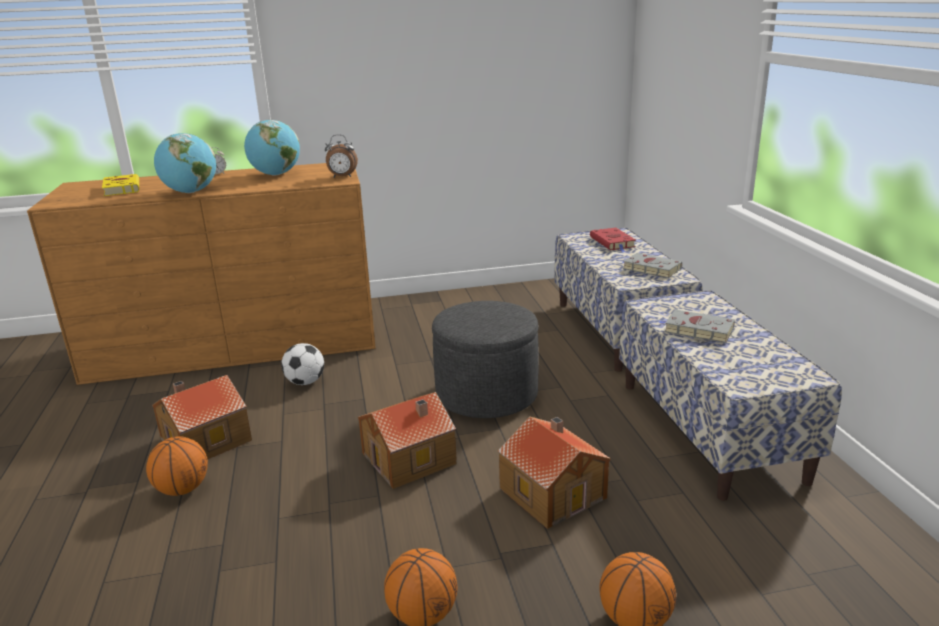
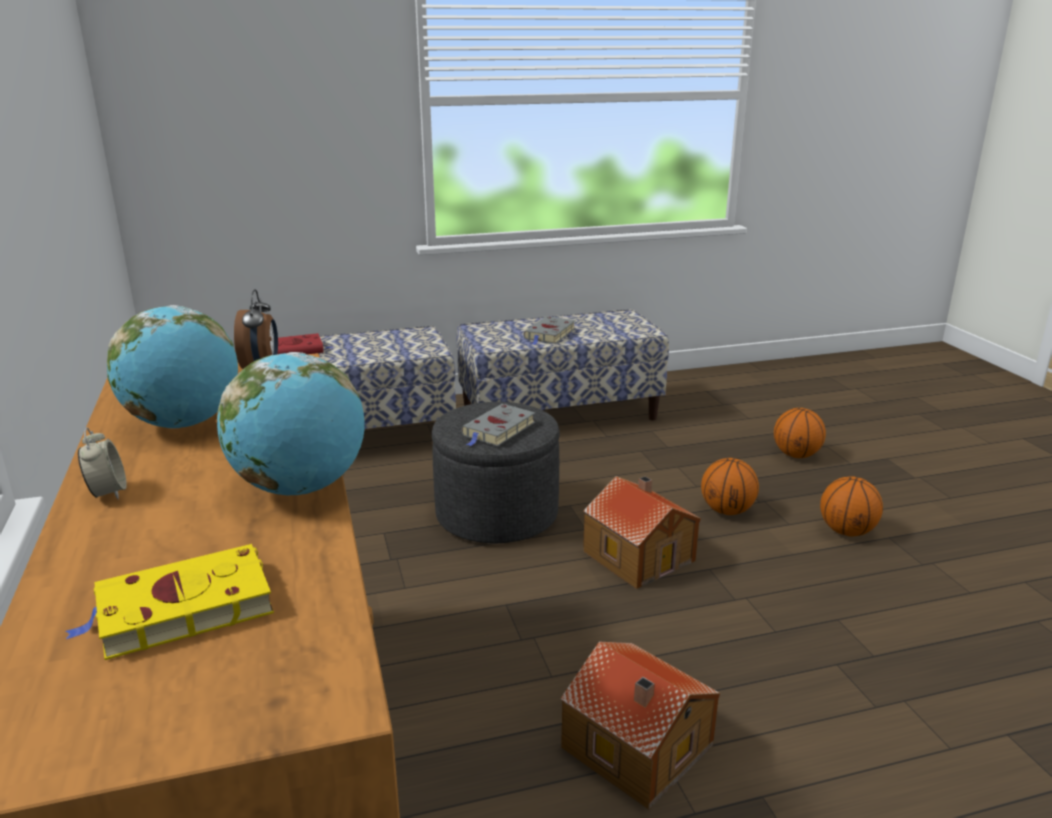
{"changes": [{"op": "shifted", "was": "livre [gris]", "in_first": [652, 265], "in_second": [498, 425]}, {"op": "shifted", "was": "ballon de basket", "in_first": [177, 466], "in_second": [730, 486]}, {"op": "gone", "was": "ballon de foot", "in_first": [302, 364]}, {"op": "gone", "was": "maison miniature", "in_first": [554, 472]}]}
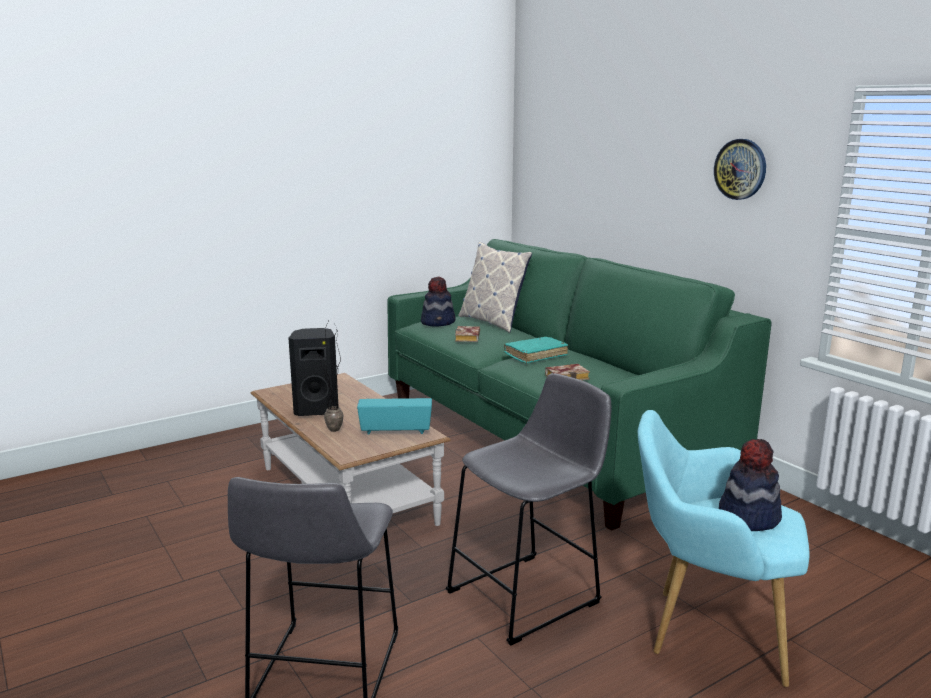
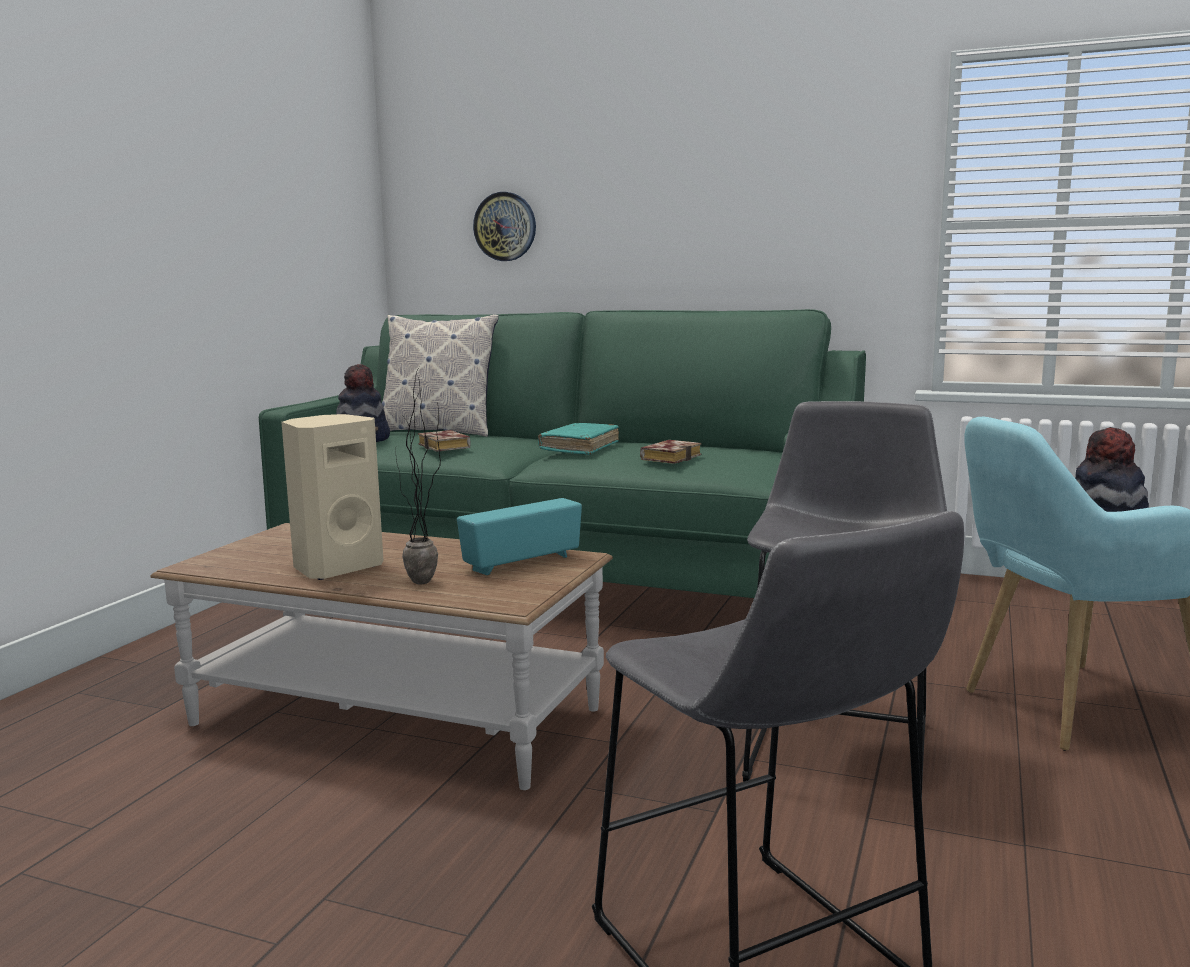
{"changes": [{"op": "repainted", "was": "enceinte [noir]", "now": "enceinte [beige]", "in_first": [313, 372], "in_second": [332, 497]}, {"op": "shifted", "was": "horloge murale", "in_first": [740, 169], "in_second": [504, 226]}]}
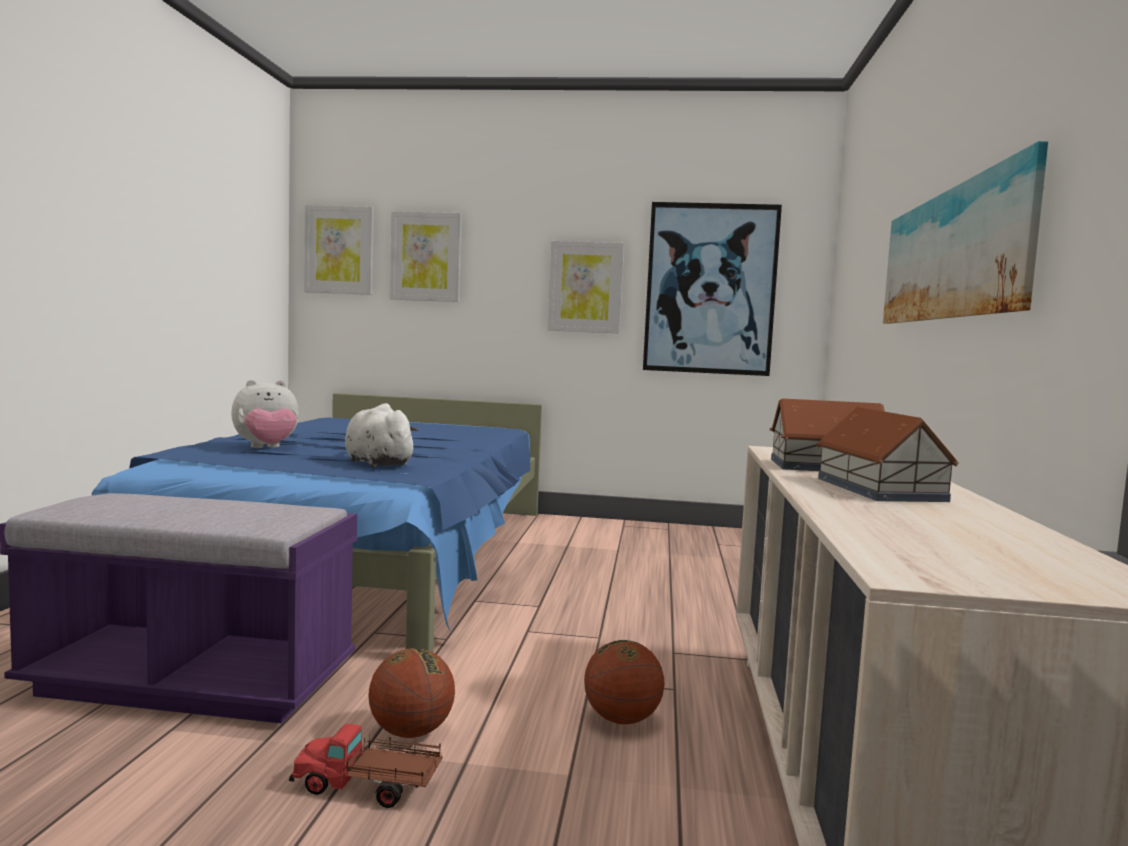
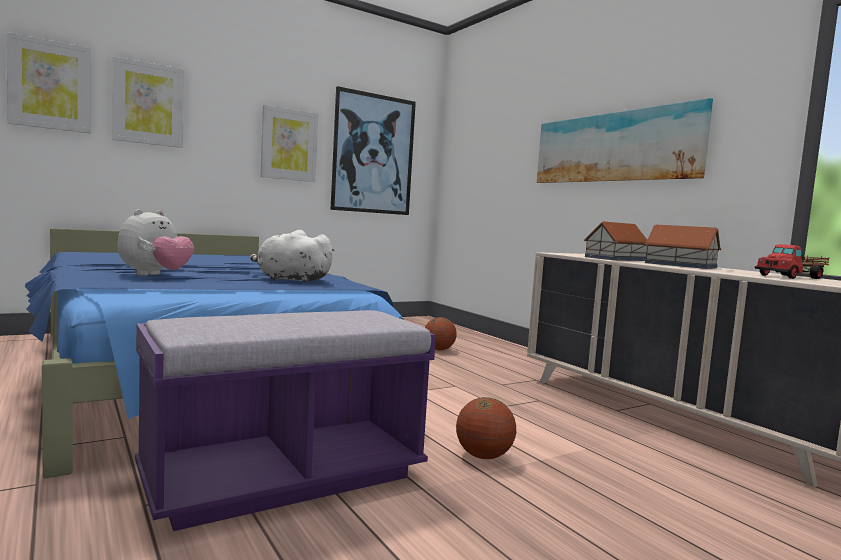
{"changes": [{"op": "shifted", "was": "ballon de basket", "in_first": [624, 682], "in_second": [441, 333]}, {"op": "shifted", "was": "camion jouet", "in_first": [366, 766], "in_second": [792, 261]}]}
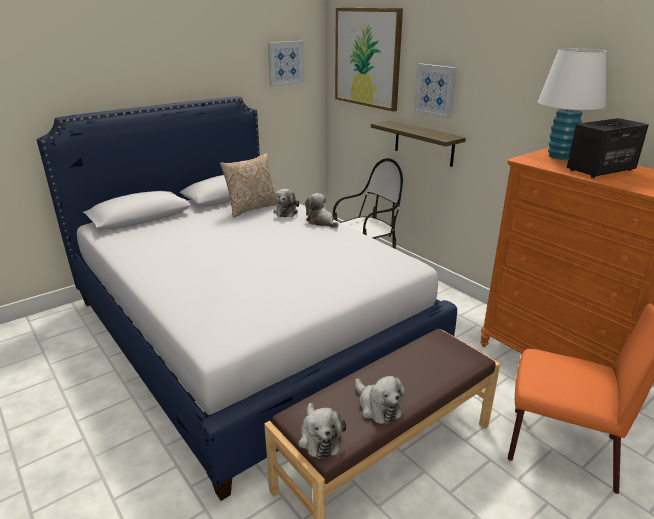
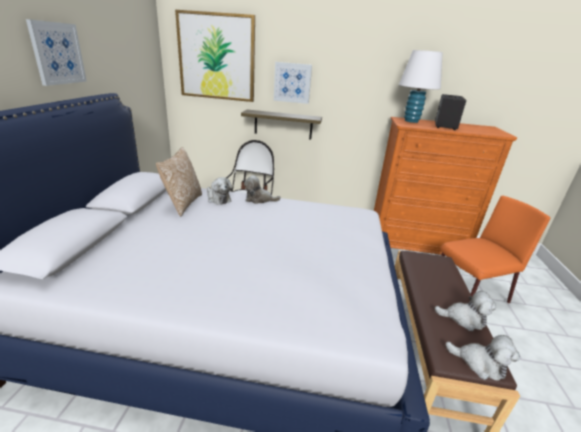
{"changes": [{"op": "shifted", "was": "tableau", "in_first": [286, 64], "in_second": [56, 52]}]}
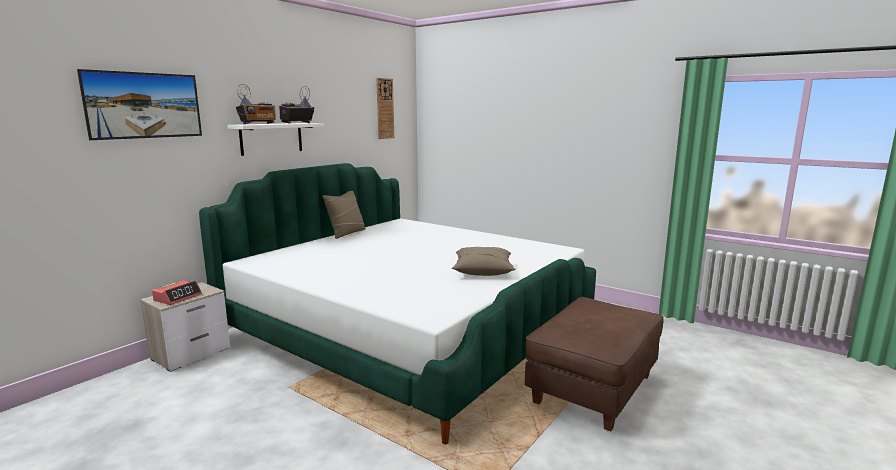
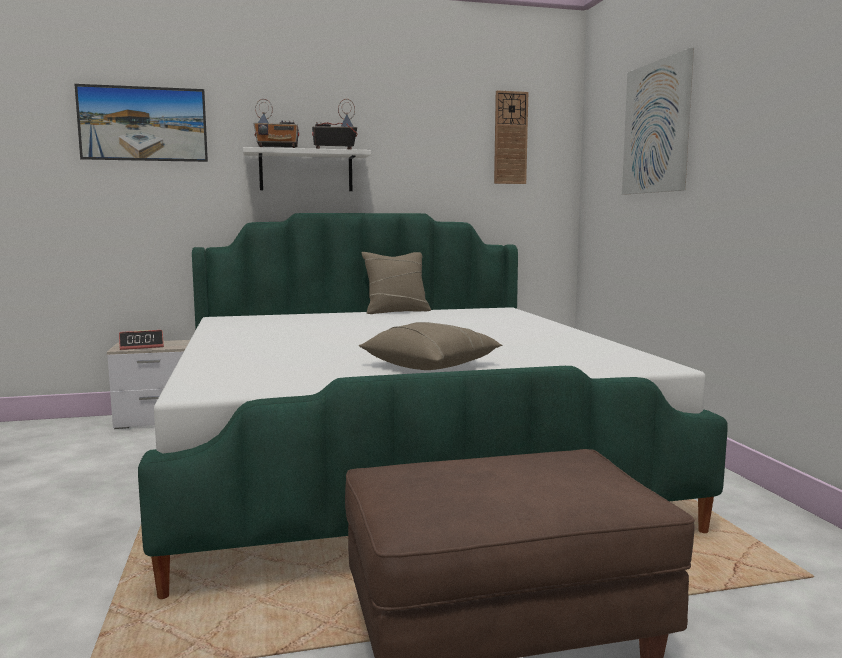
{"changes": [{"op": "new", "now": "tableau", "in_second": [658, 121]}]}
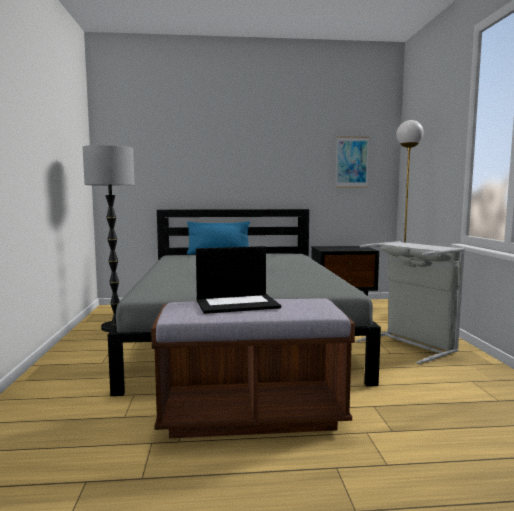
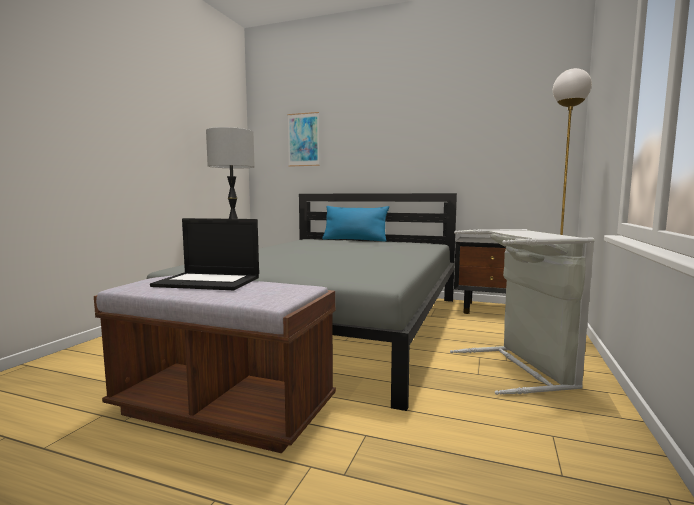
{"changes": [{"op": "shifted", "was": "tableau", "in_first": [352, 162], "in_second": [303, 139]}]}
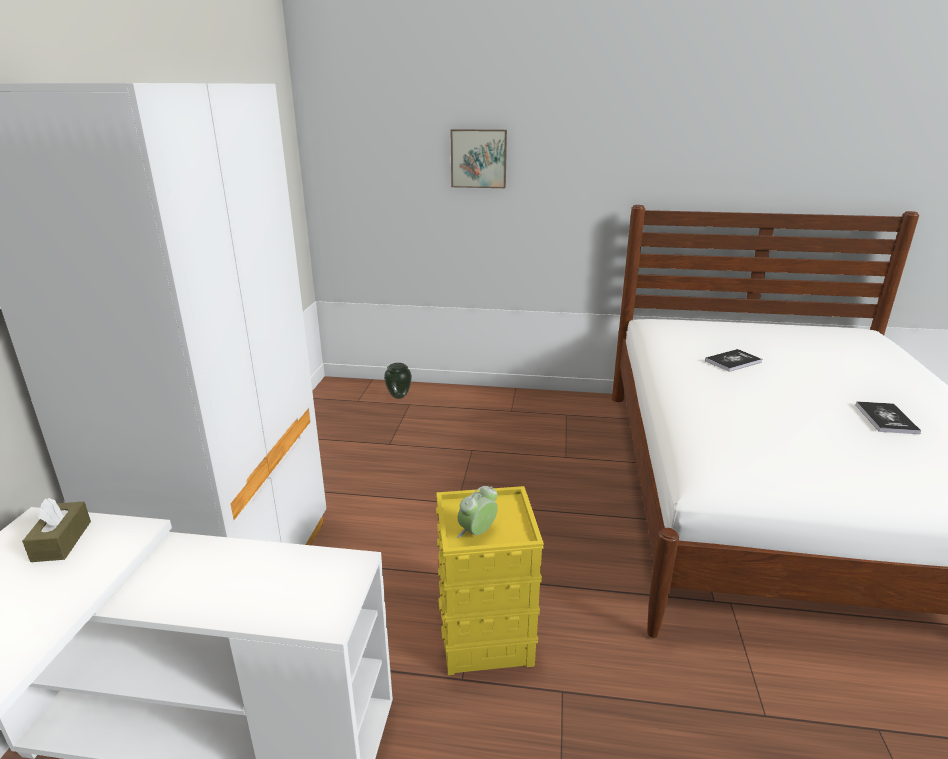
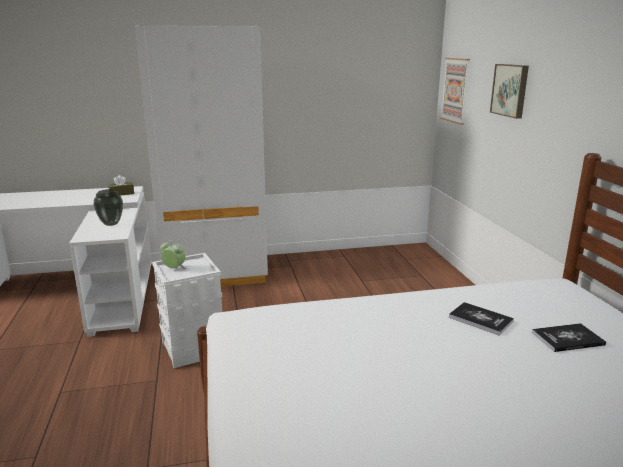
{"changes": [{"op": "shifted", "was": "vase", "in_first": [398, 381], "in_second": [108, 207]}, {"op": "repainted", "was": "boîte de rangement [jaune]", "now": "boîte de rangement [blanc]", "in_first": [490, 580], "in_second": [187, 310]}, {"op": "new", "now": "tableau", "in_second": [455, 91]}, {"op": "shifted", "was": "livre", "in_first": [888, 417], "in_second": [569, 337]}]}
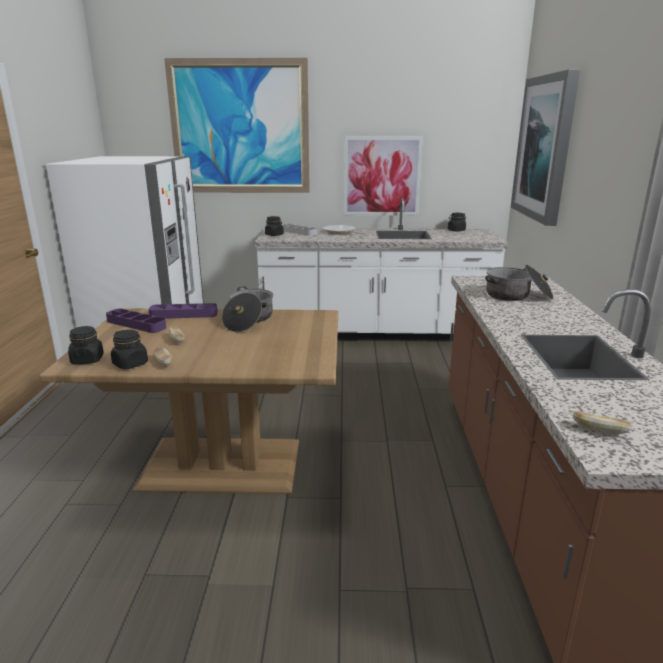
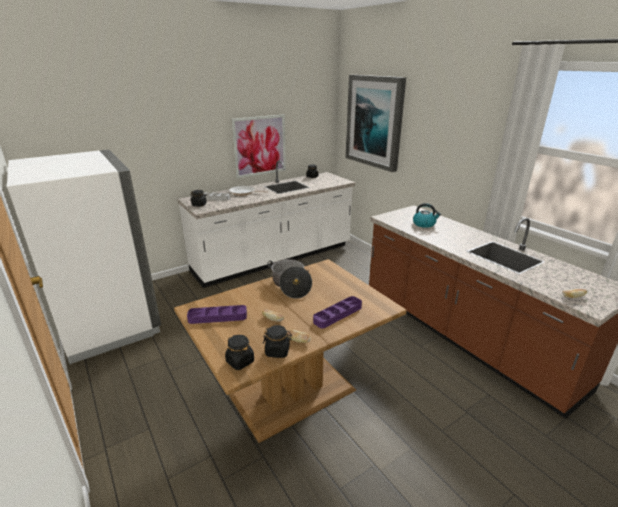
{"changes": [{"op": "shifted", "was": "plateau [violet]", "in_first": [183, 311], "in_second": [337, 312]}, {"op": "swapped", "was": "marmite", "now": "bouilloire", "in_first": [519, 283], "in_second": [427, 215]}, {"op": "gone", "was": "tableau", "in_first": [237, 125]}]}
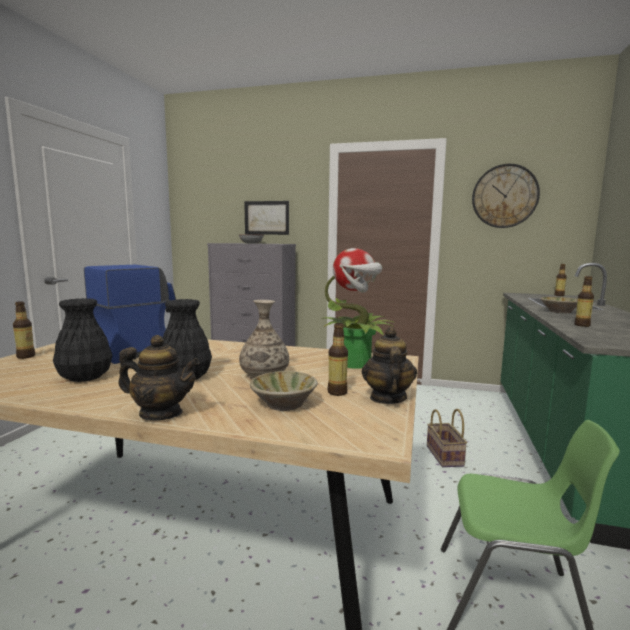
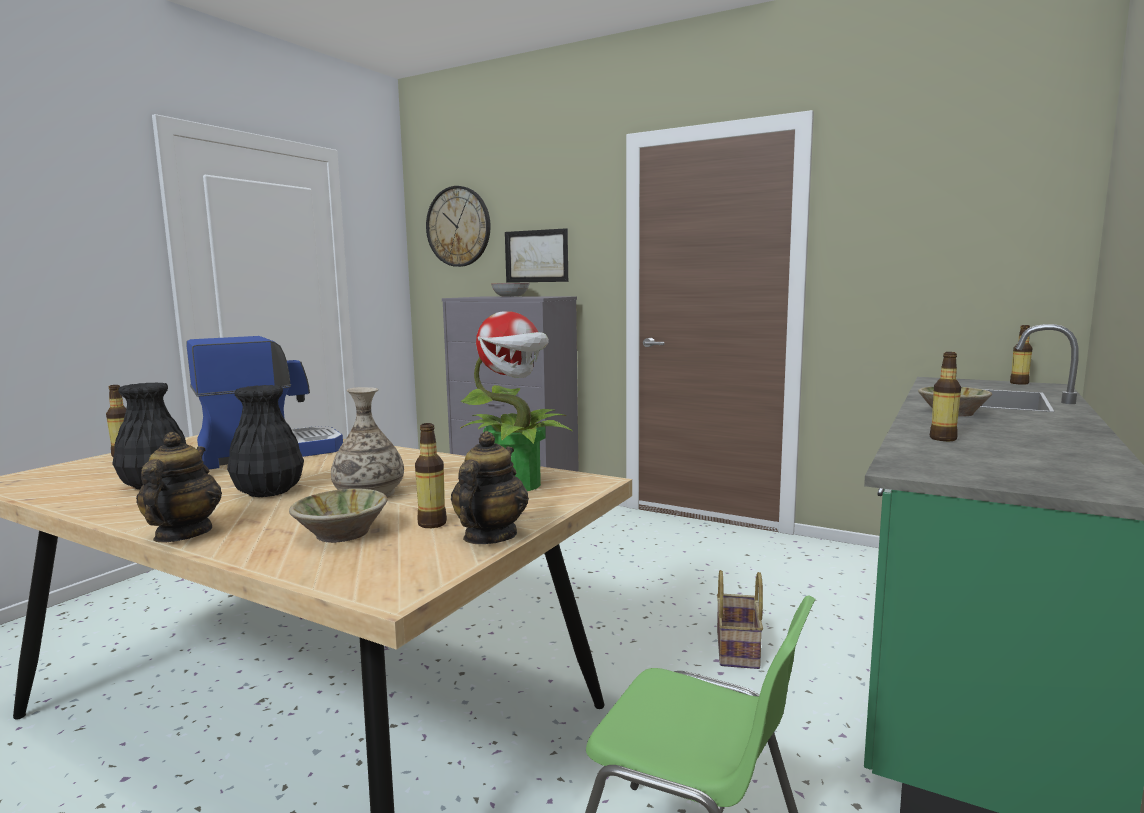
{"changes": [{"op": "rotated", "was": "théière", "in_first": [159, 378], "in_second": [179, 487], "clockwise": -120}, {"op": "shifted", "was": "horloge murale", "in_first": [506, 196], "in_second": [458, 226]}]}
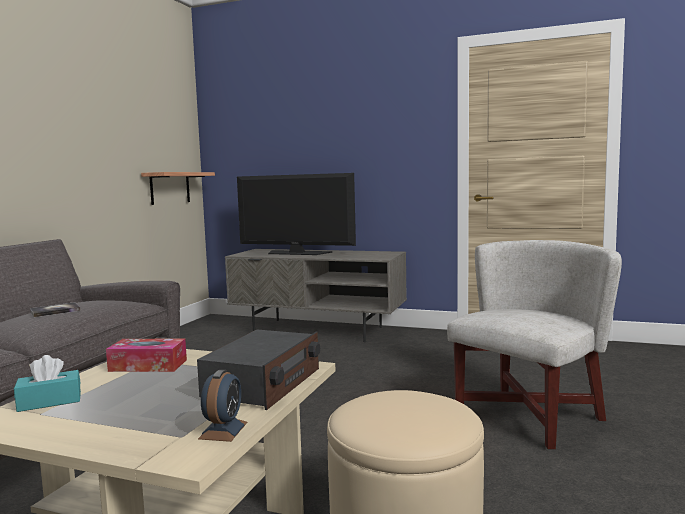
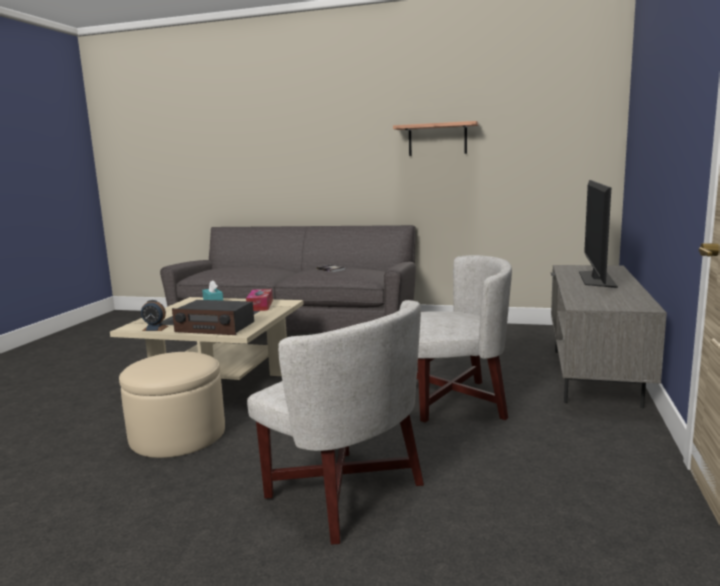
{"changes": [{"op": "shifted", "was": "étagère", "in_first": [178, 188], "in_second": [436, 138]}, {"op": "new", "now": "fauteuil [blanc]", "in_second": [464, 339]}]}
